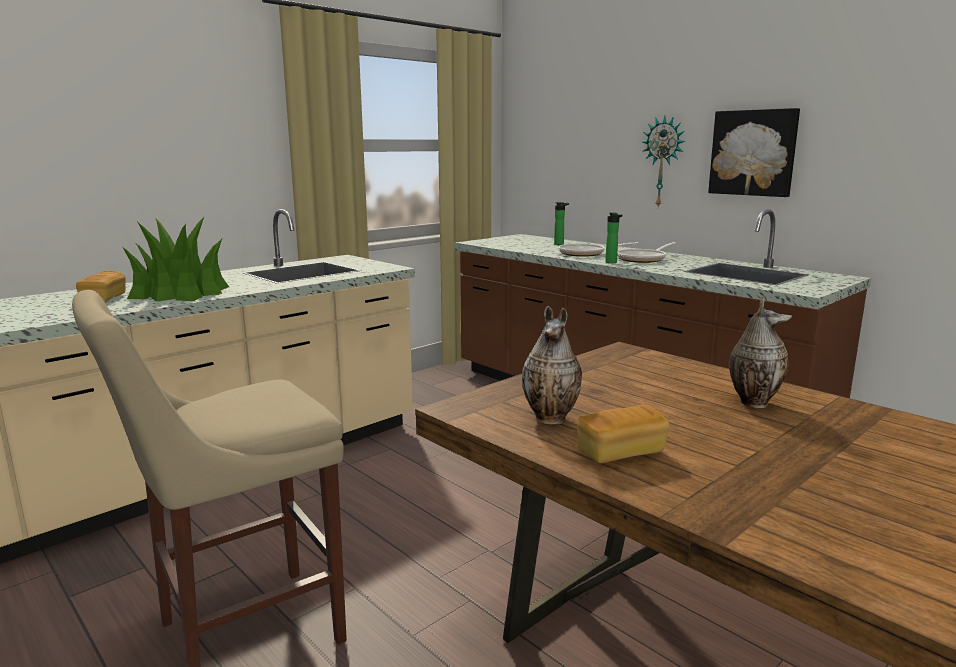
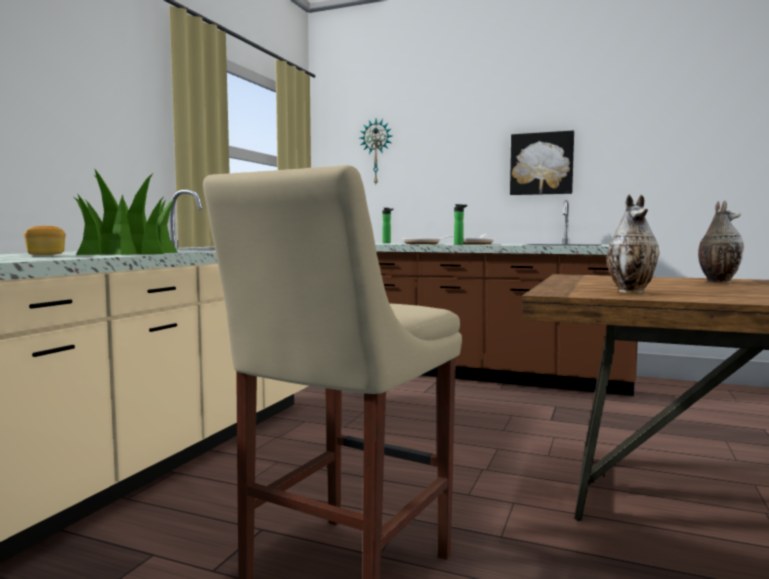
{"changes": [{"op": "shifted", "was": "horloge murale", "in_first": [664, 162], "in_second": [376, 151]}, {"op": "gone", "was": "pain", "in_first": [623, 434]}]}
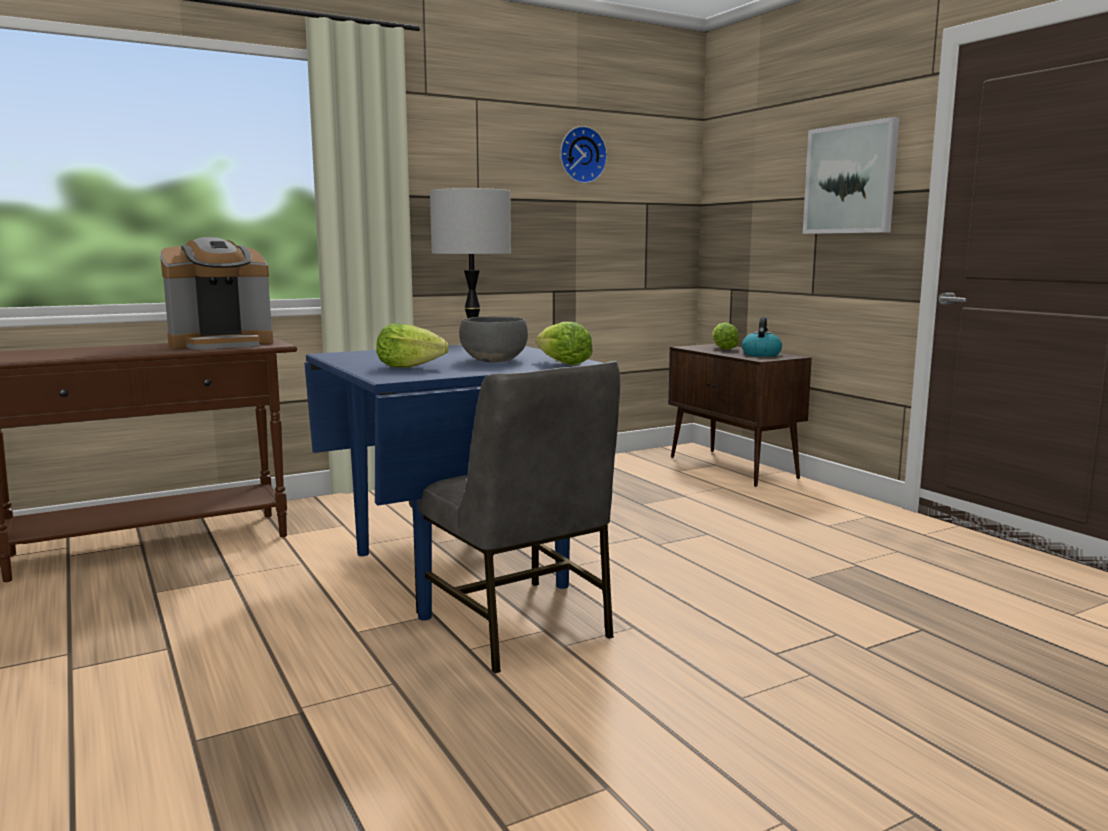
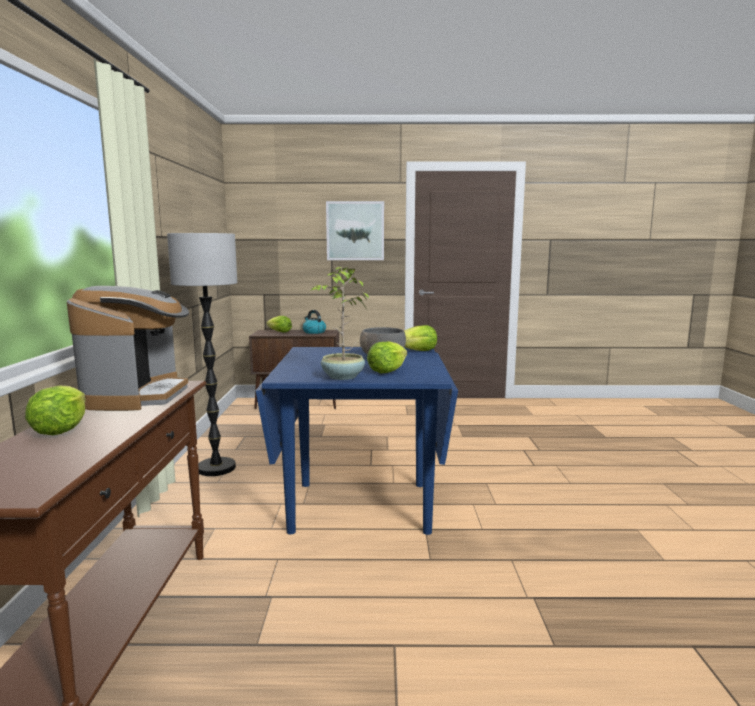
{"changes": [{"op": "new", "now": "laitue", "in_second": [55, 410]}, {"op": "new", "now": "plante en pot", "in_second": [339, 323]}, {"op": "gone", "was": "chaise [gris]", "in_first": [514, 517]}, {"op": "gone", "was": "horloge murale", "in_first": [583, 154]}]}
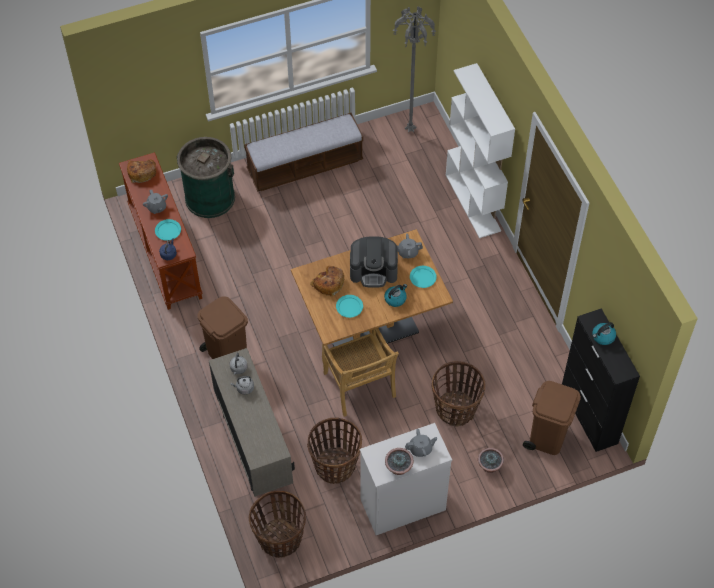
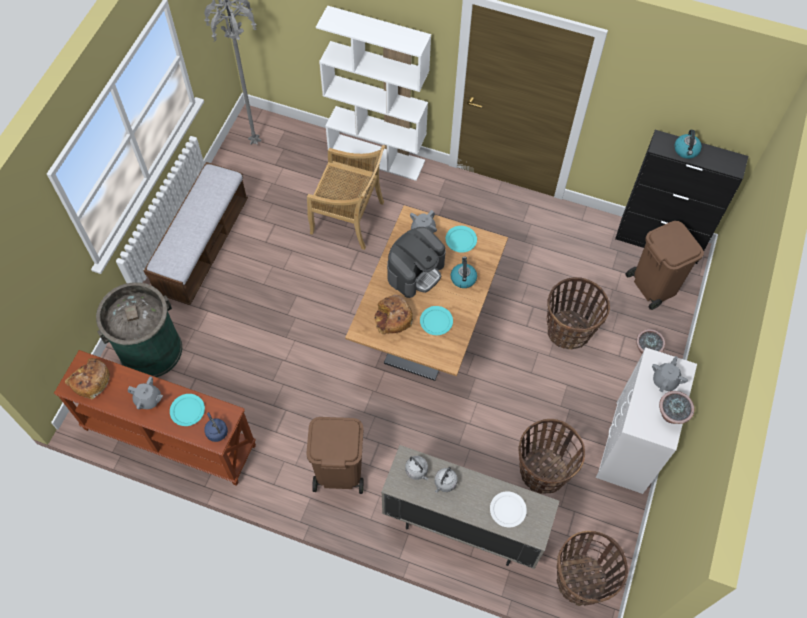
{"changes": [{"op": "shifted", "was": "chaise [beige]", "in_first": [360, 372], "in_second": [346, 197]}, {"op": "new", "now": "assiette [blanc]", "in_second": [508, 509]}]}
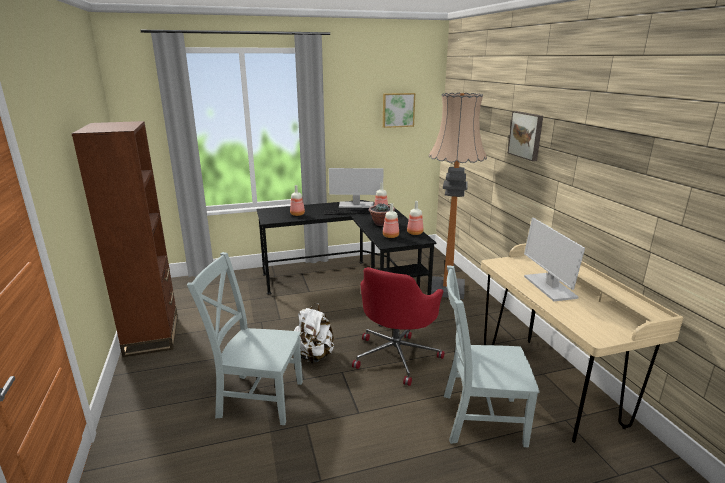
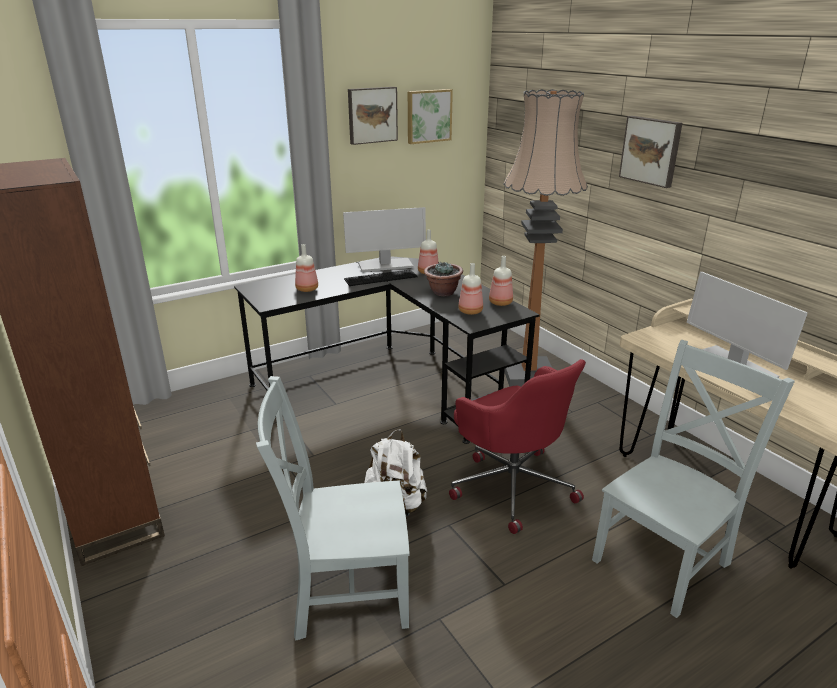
{"changes": [{"op": "new", "now": "tableau", "in_second": [373, 116]}, {"op": "rotated", "was": "chaise de bureau [rouge]", "in_first": [398, 326], "in_second": [517, 446], "clockwise": -45}, {"op": "rotated", "was": "chaise [gris]", "in_first": [492, 356], "in_second": [693, 479], "clockwise": 150}]}
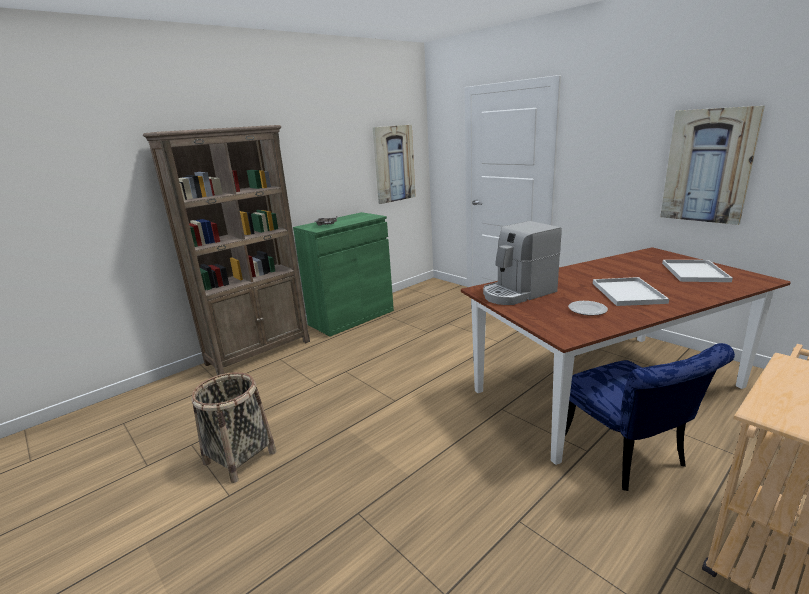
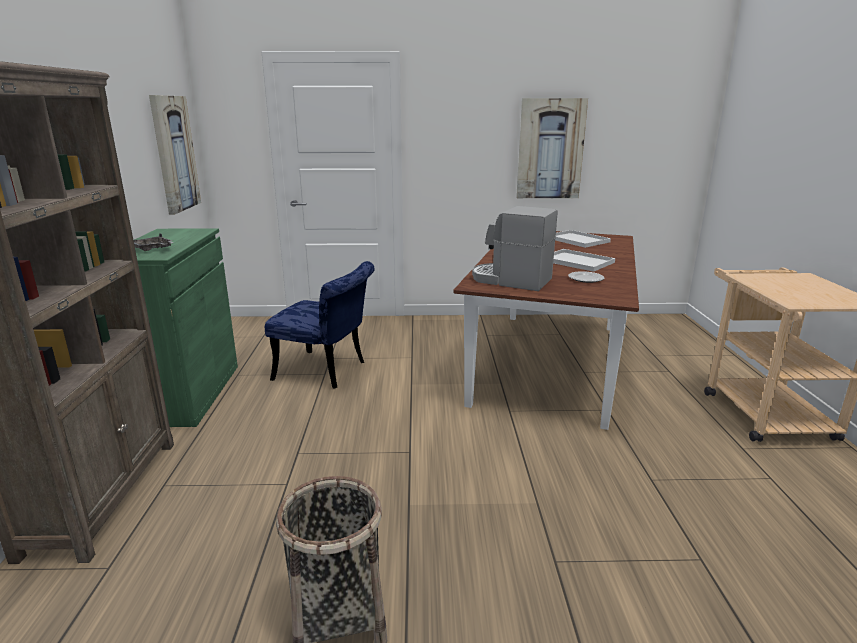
{"changes": [{"op": "shifted", "was": "chaise [bleu]", "in_first": [650, 417], "in_second": [319, 324]}, {"op": "rotated", "was": "machine à café", "in_first": [522, 263], "in_second": [515, 248], "clockwise": 105}]}
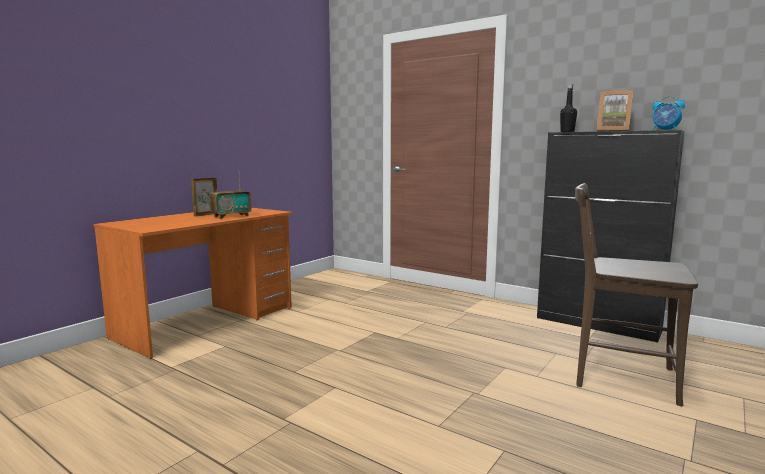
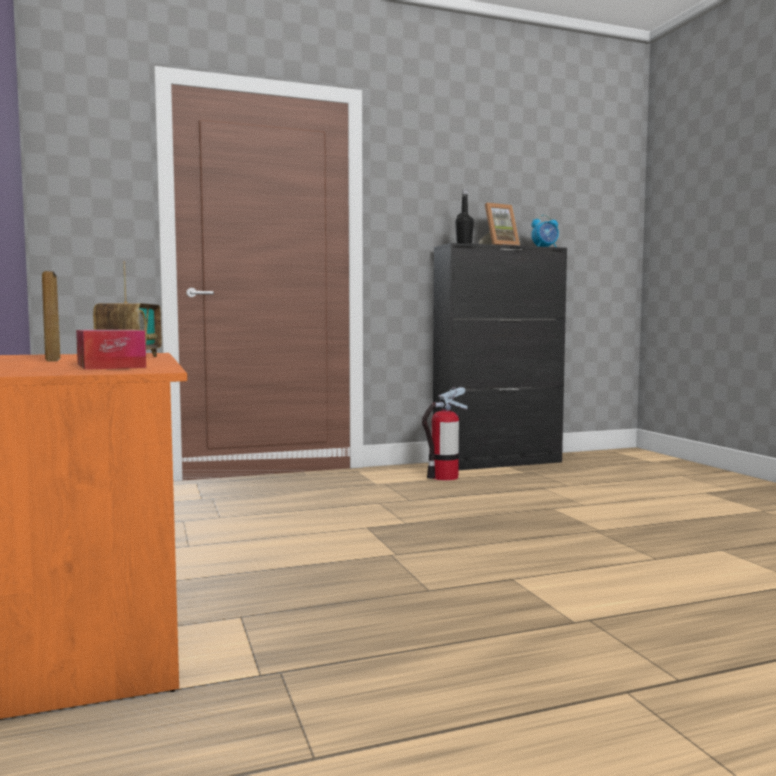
{"changes": [{"op": "new", "now": "boîte à mouchoirs", "in_second": [111, 350]}, {"op": "new", "now": "extincteur", "in_second": [444, 434]}, {"op": "gone", "was": "chaise [marron]", "in_first": [636, 294]}]}
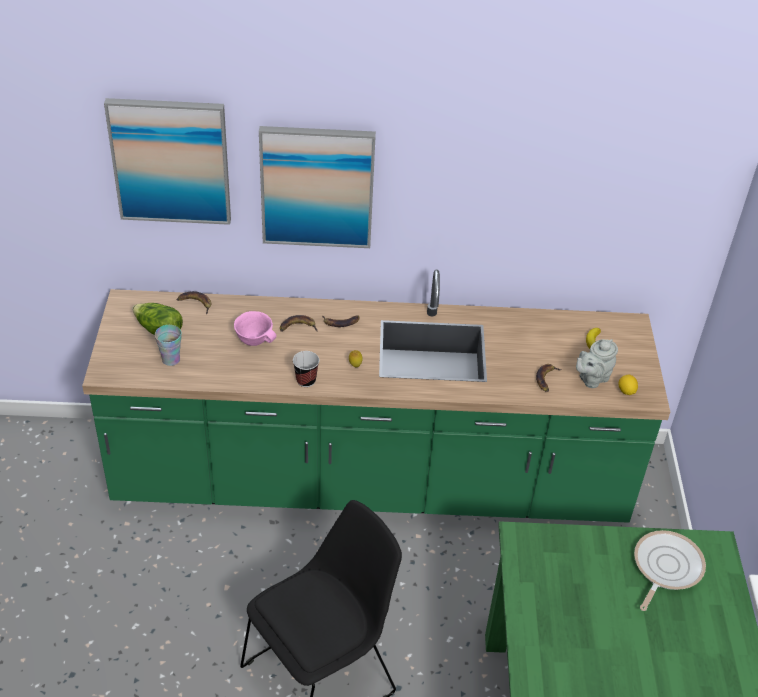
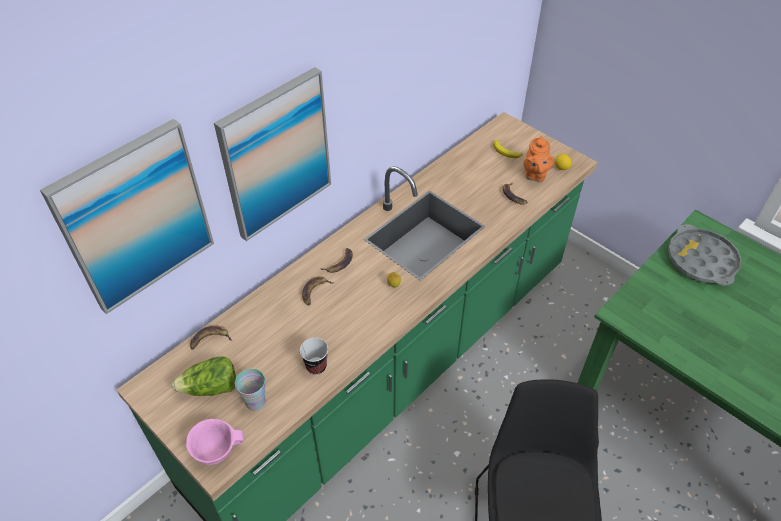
{"changes": [{"op": "shifted", "was": "bol [rose]", "in_first": [255, 328], "in_second": [215, 442]}, {"op": "shifted", "was": "tasse", "in_first": [306, 369], "in_second": [314, 356]}, {"op": "repainted", "was": "théière [gris]", "now": "théière [orange]", "in_first": [597, 363], "in_second": [539, 159]}, {"op": "swapped", "was": "poêle", "now": "plateau [gris]", "in_first": [670, 570], "in_second": [705, 255]}]}
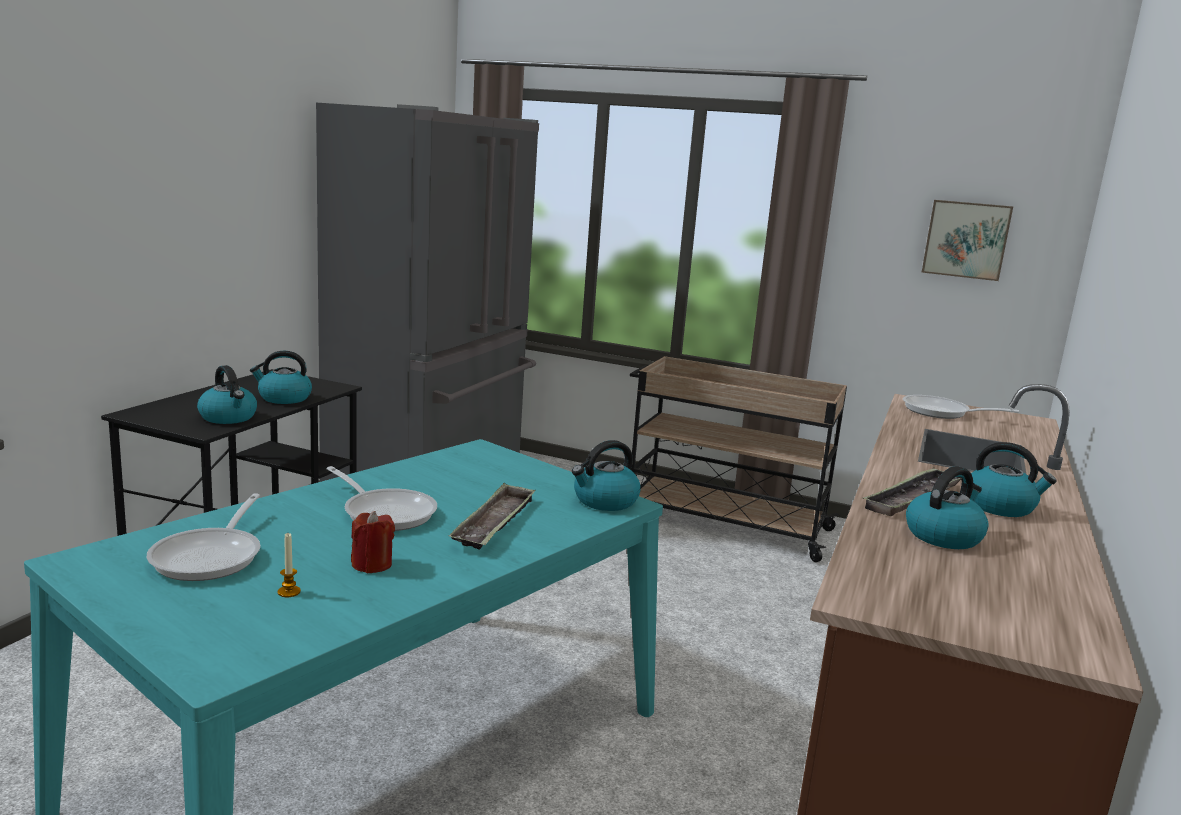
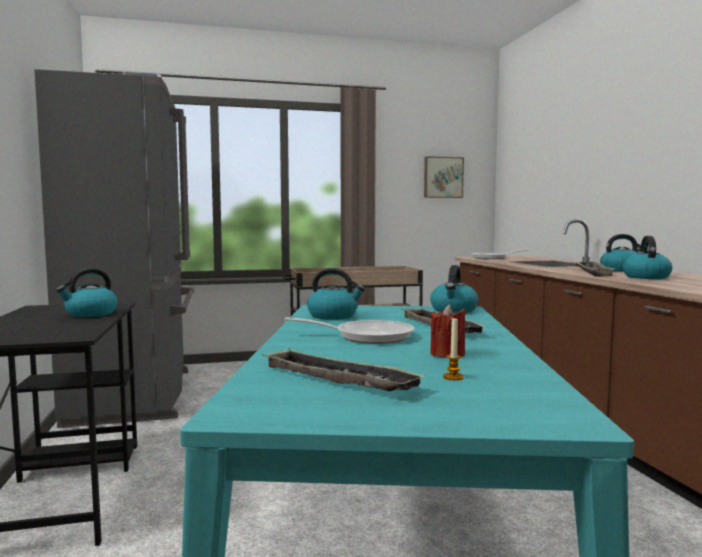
{"changes": [{"op": "swapped", "was": "poêle", "now": "plateau", "in_first": [203, 537], "in_second": [344, 369]}, {"op": "shifted", "was": "bouilloire", "in_first": [227, 394], "in_second": [336, 294]}]}
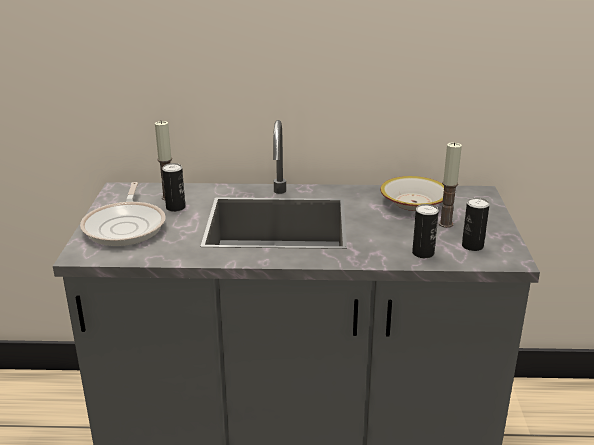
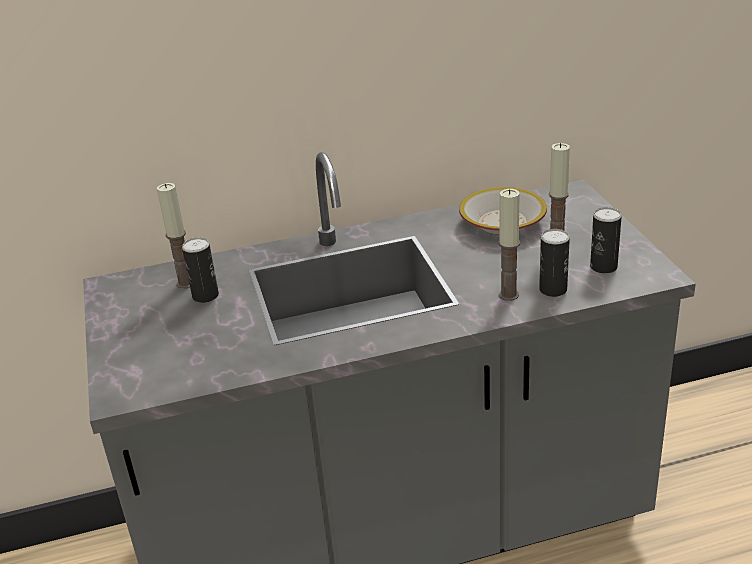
{"changes": [{"op": "new", "now": "bougie", "in_second": [509, 245]}, {"op": "gone", "was": "poêle", "in_first": [122, 214]}]}
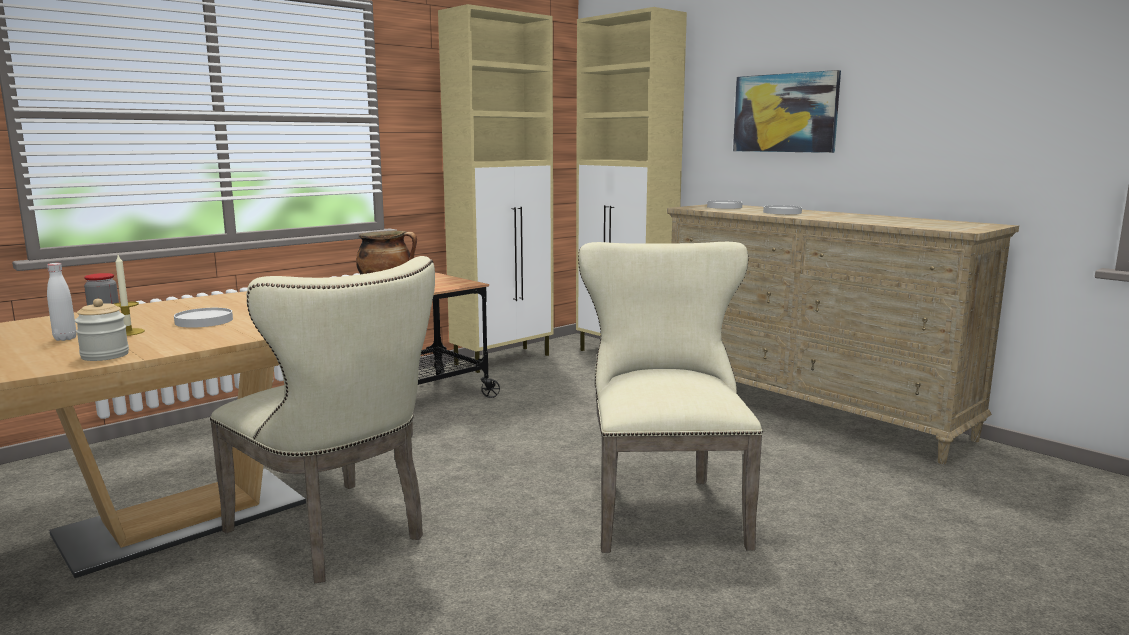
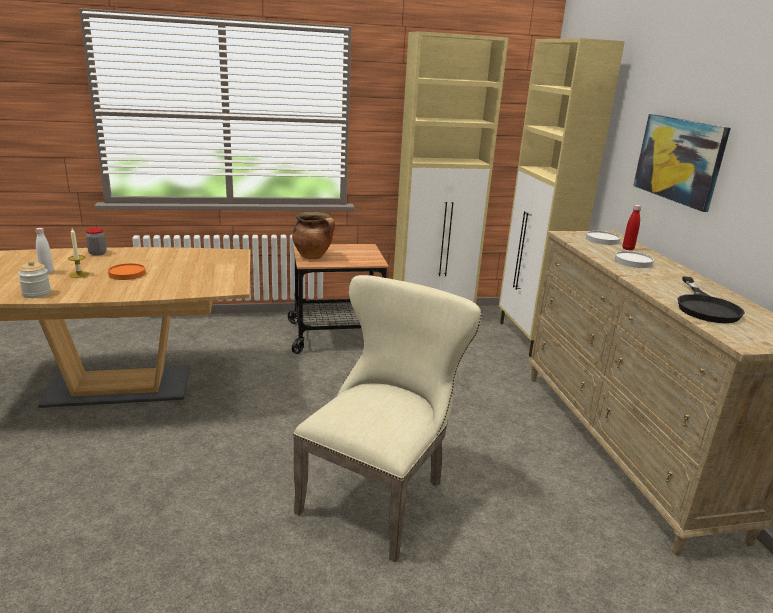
{"changes": [{"op": "repainted", "was": "assiette [blanc]", "now": "assiette [orange]", "in_first": [203, 318], "in_second": [127, 271]}, {"op": "new", "now": "bouteille [rouge]", "in_second": [632, 228]}, {"op": "new", "now": "poêle [noir]", "in_second": [711, 299]}, {"op": "gone", "was": "chaise [beige]", "in_first": [322, 419]}]}
